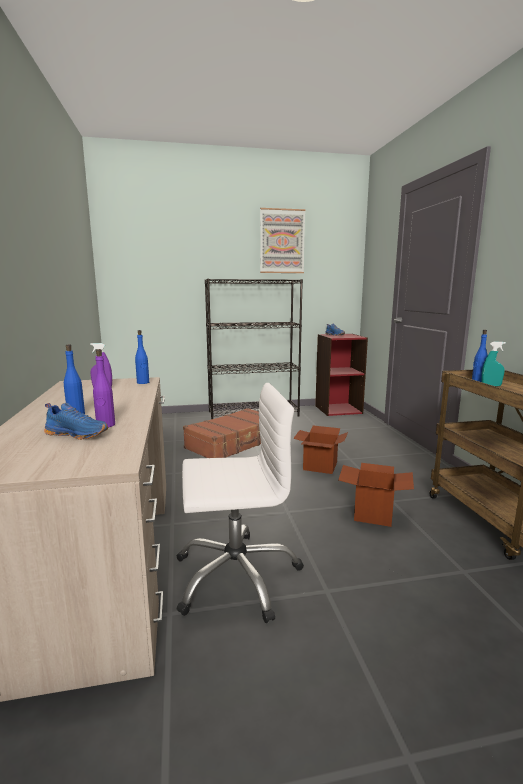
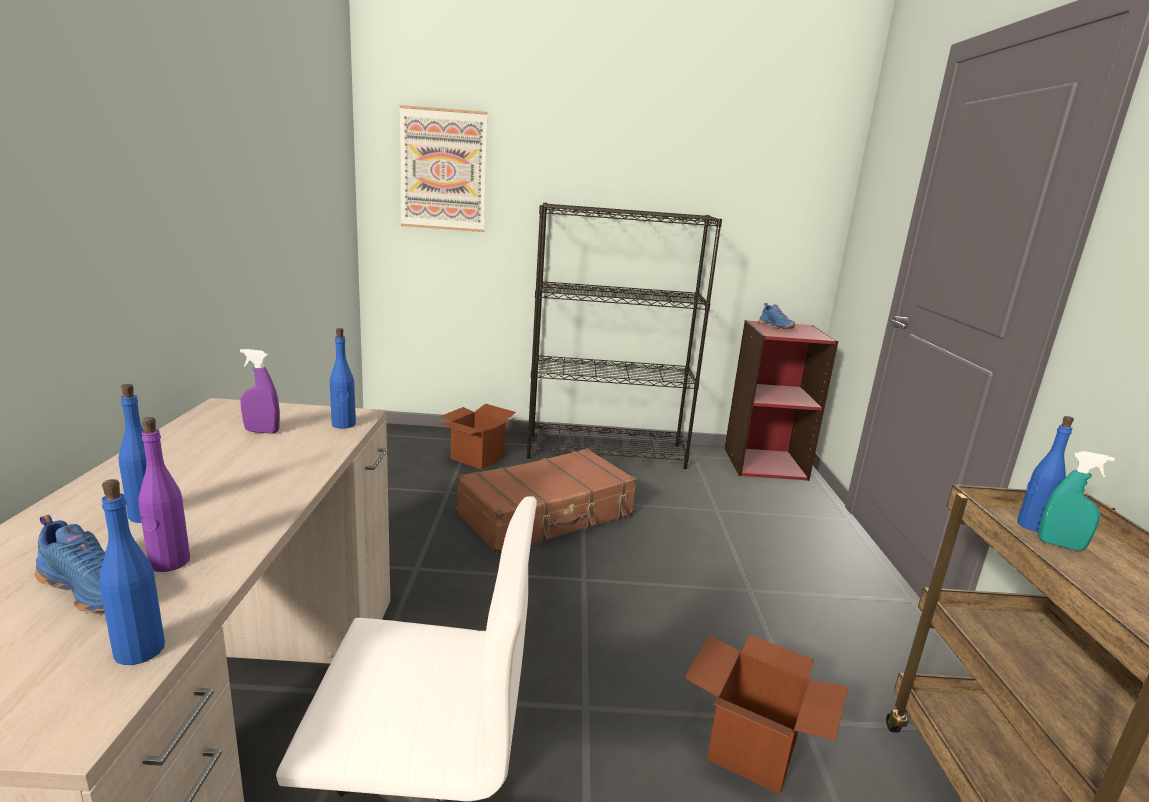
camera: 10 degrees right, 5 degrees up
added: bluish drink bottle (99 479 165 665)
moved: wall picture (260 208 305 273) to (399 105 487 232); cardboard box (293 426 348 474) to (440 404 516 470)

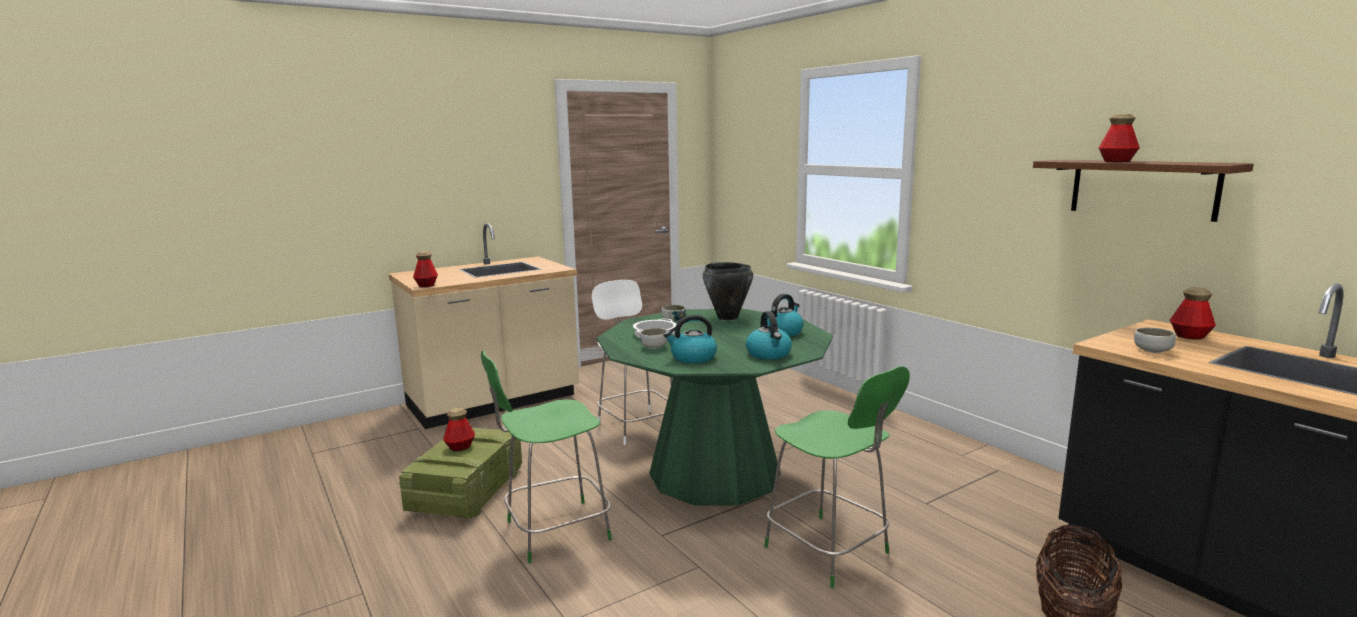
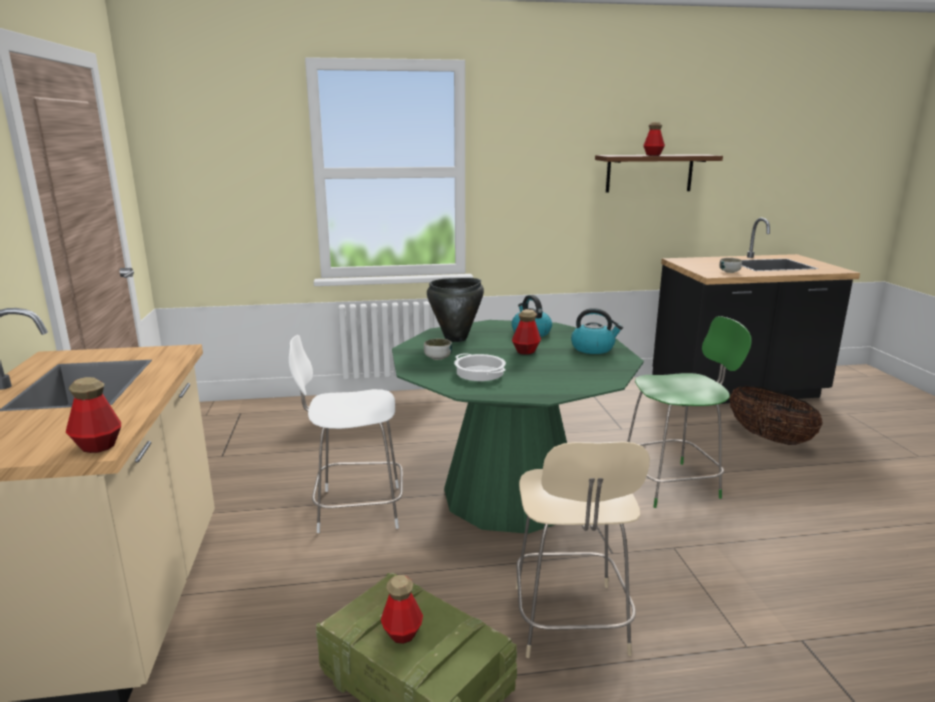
camera: 65 degrees left, 5 degrees up
removed: deep dish (640 328 668 349); water kettle (664 315 717 363)
moved: drink bottle (1170 288 1216 339) to (512 309 541 355)
recoloured: green plain chair (481 350 612 563) to sand-coloured plain chair (516 441 650 658)

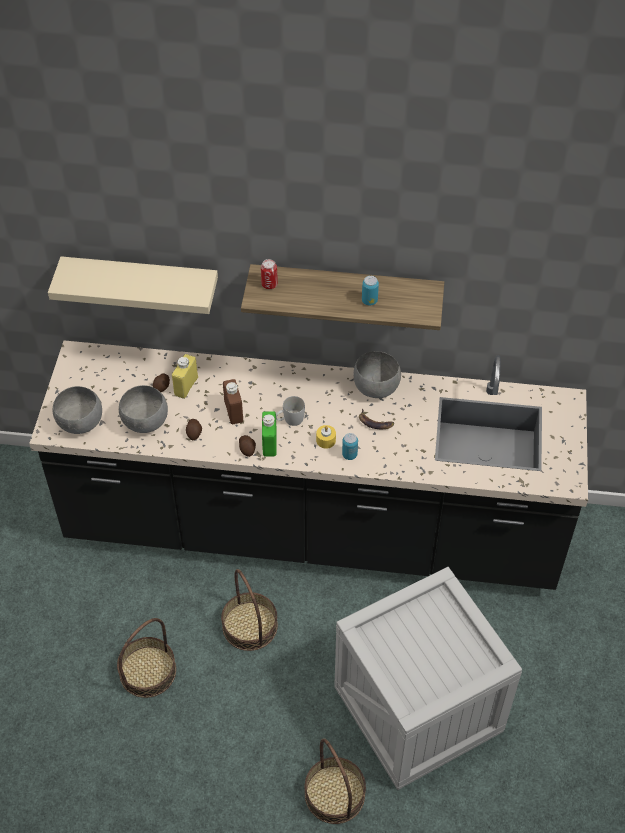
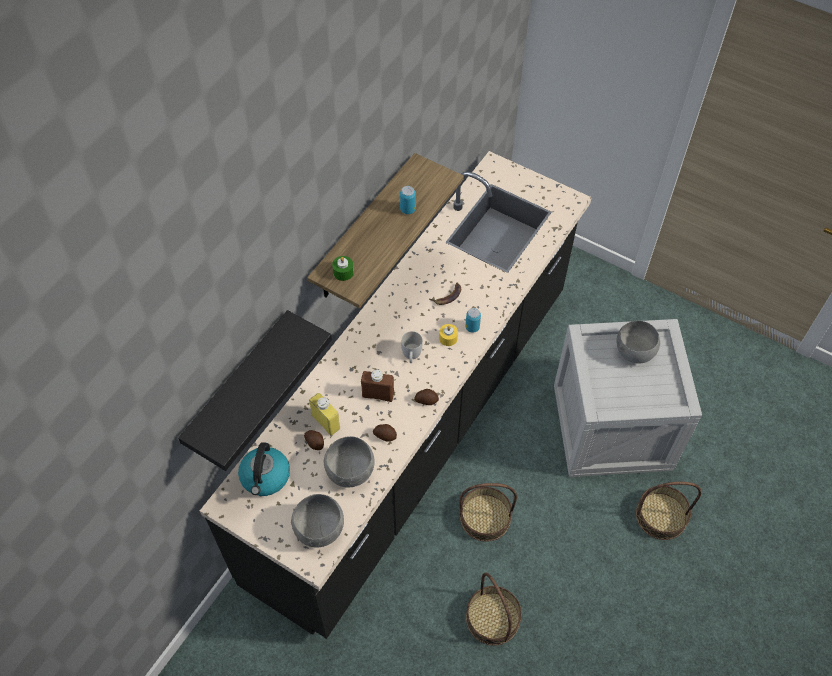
camera: 65 degrees left, 5 degrees up
removed: green drink bottle (262 411 277 457)
added: water kettle (238 442 290 496)
moved: gray deep dish (354 351 401 398) to (617 321 660 364)
replaced: metal can (261 259 278 289) to green wax candle (332 256 354 281)
recoloured: sand-coloured bracket shelf (48 256 218 314) to black-coloured bracket shelf (178 310 332 471)

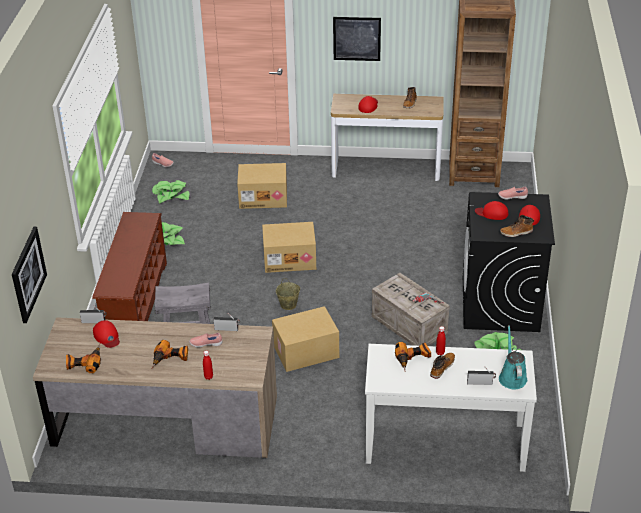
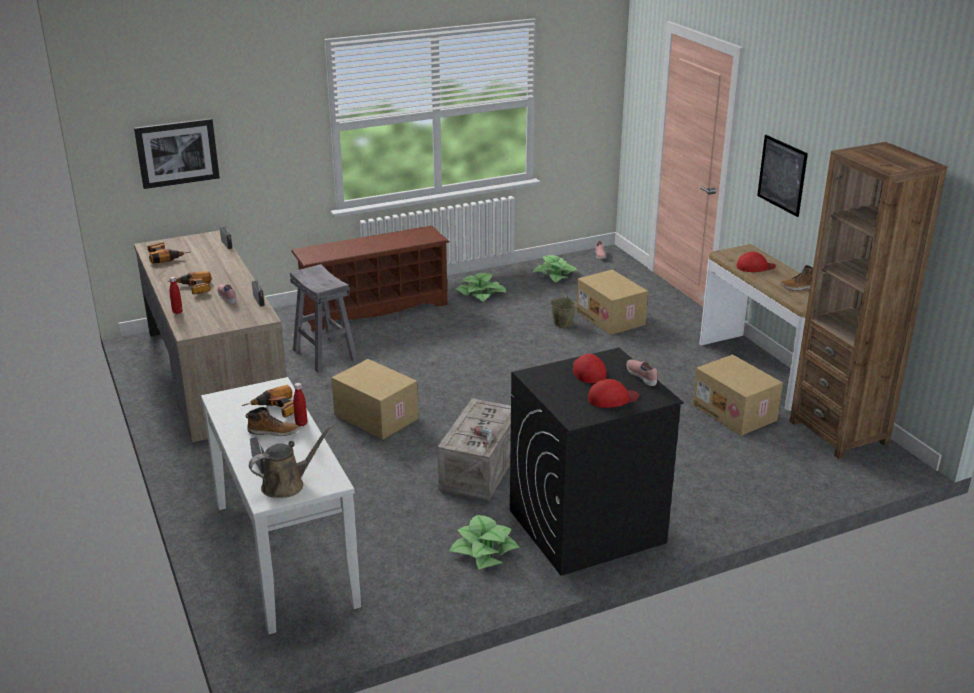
camera: 60 degrees right, 10 degrees down
removed: reddish cap (93 320 120 348); high-top boot (500 215 534 237)
moved: cardboard box (262 222 316 273) to (692 354 783 436); sand-coloured water bucket (276 279 300 310) to (550 289 577 328)
recoloured: turquoise watering pot (499 325 527 390) to brown watering pot (249 425 333 498)

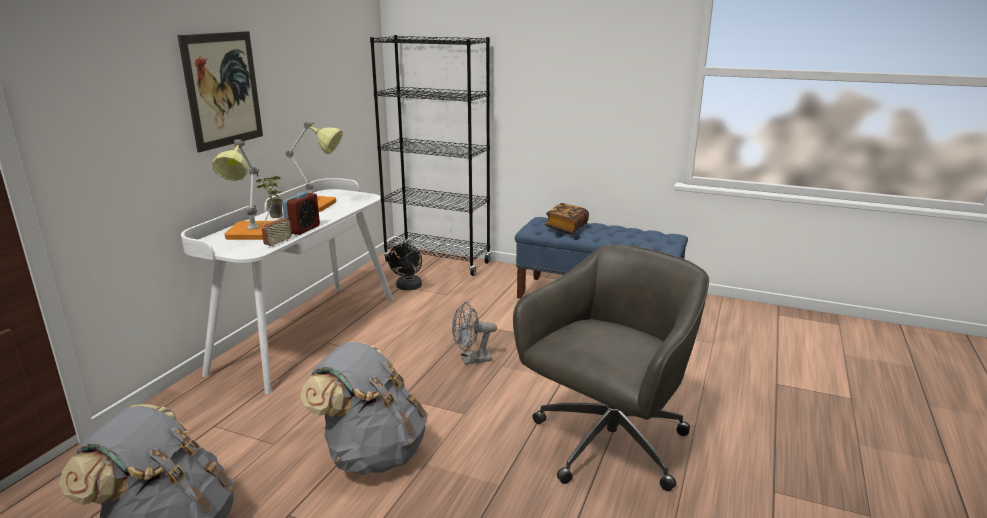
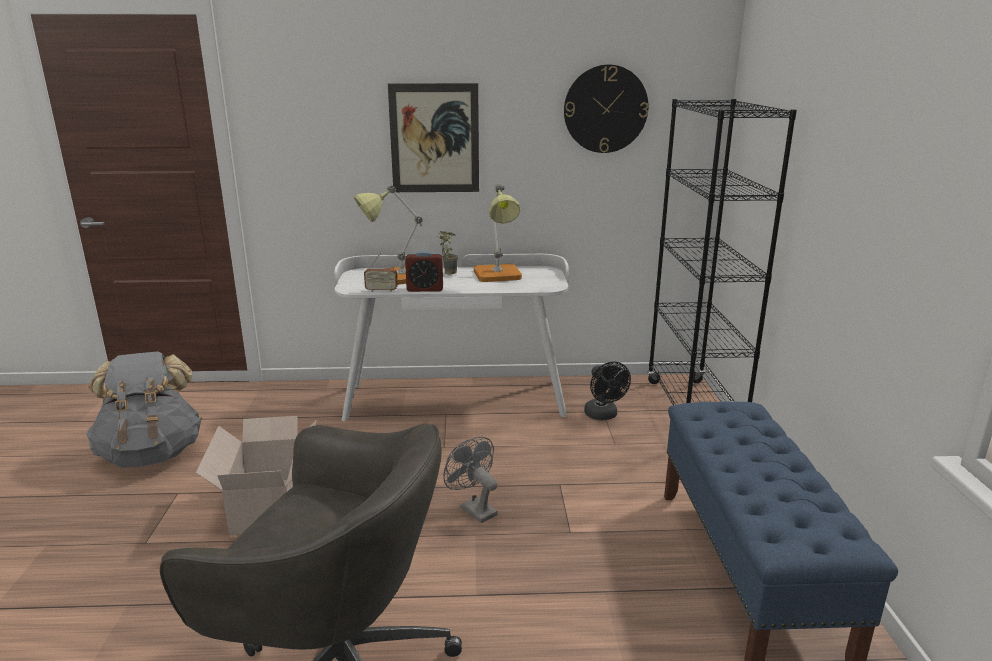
camera: 65 degrees right, 0 degrees up
removed: book (545 203 589 234)
added: clock on the wall (564 65 648 153)
replaced: gray rucksack (300 341 428 475) to cardboard box (196 416 316 535)
turned: black-coloured cooling fan (388 244 422 290) = (584 362 631 420) 90 degrees counterclockwise

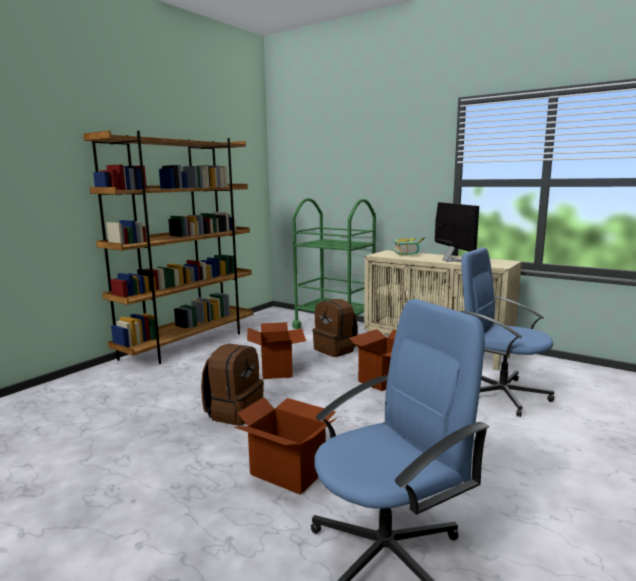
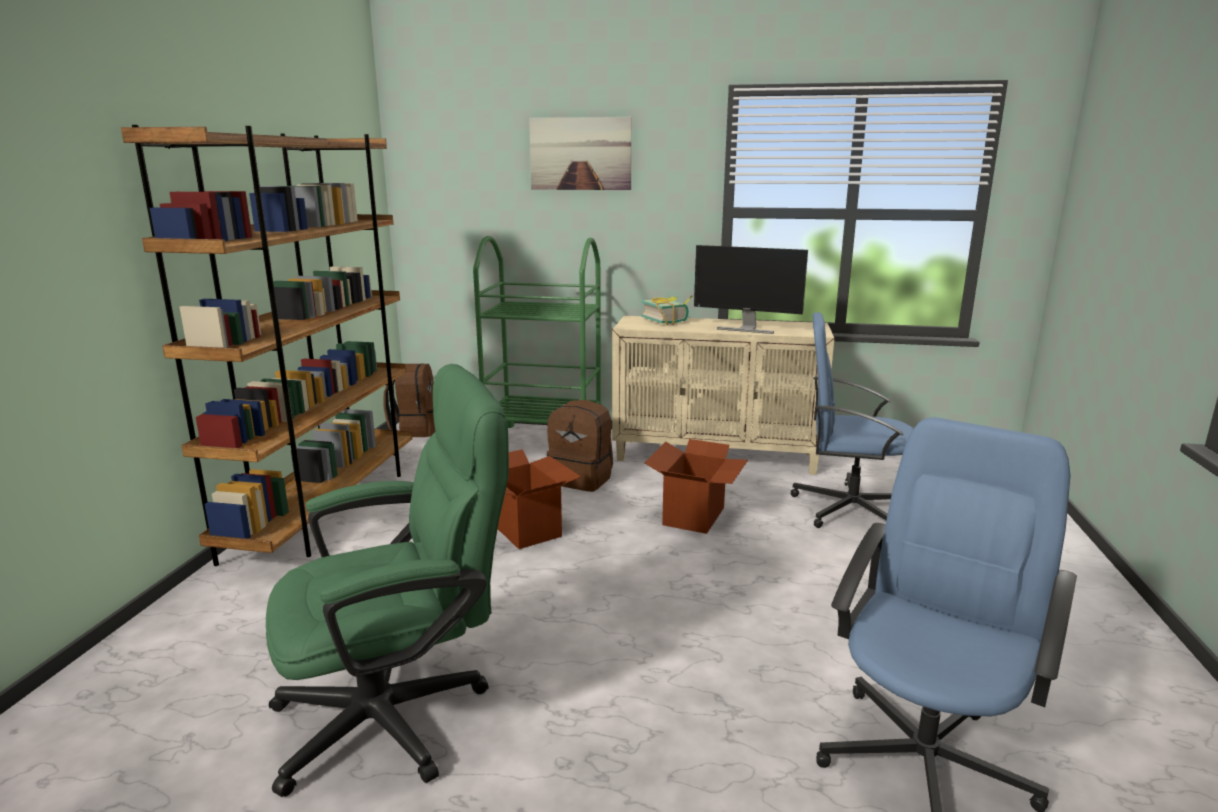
camera: 25 degrees left, 5 degrees up
removed: cardboard box (234 397 337 495)
added: green office chair (266 364 509 797); wall picture (529 117 632 190)
moved: brown rucksack (201 344 264 426) to (383 363 435 437)
turned: monitor (435 202 479 262) = (694 245 808 334) 150 degrees clockwise

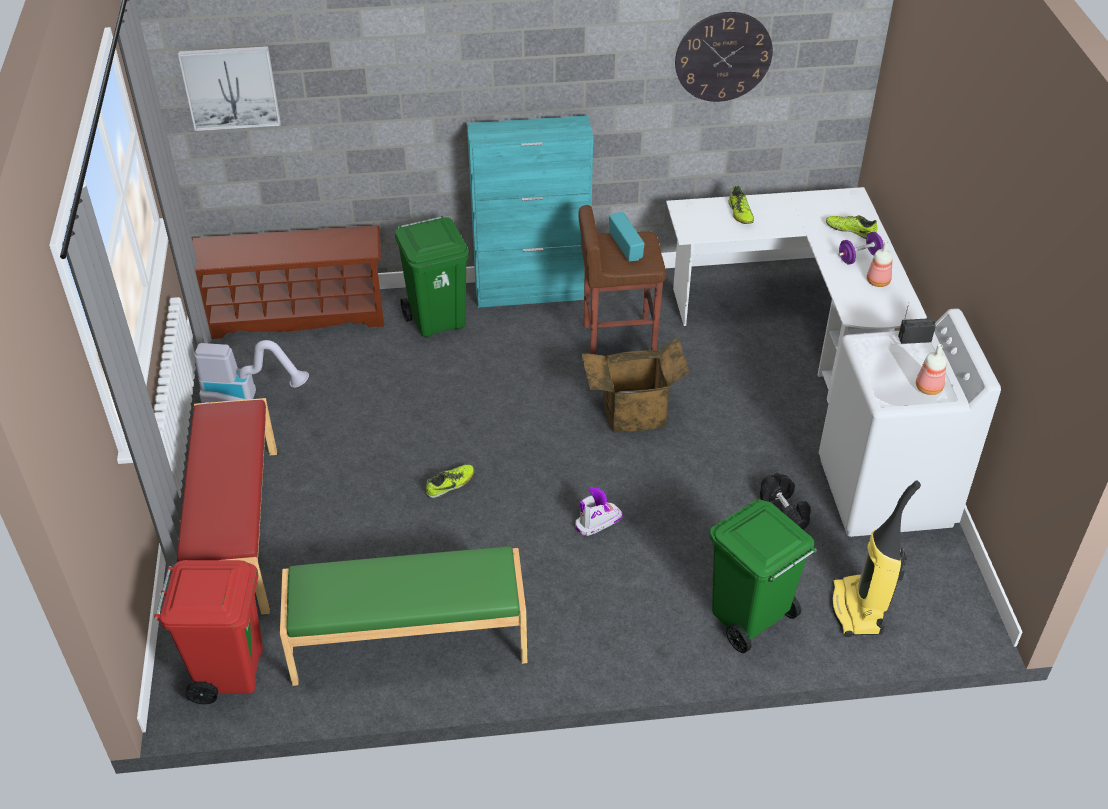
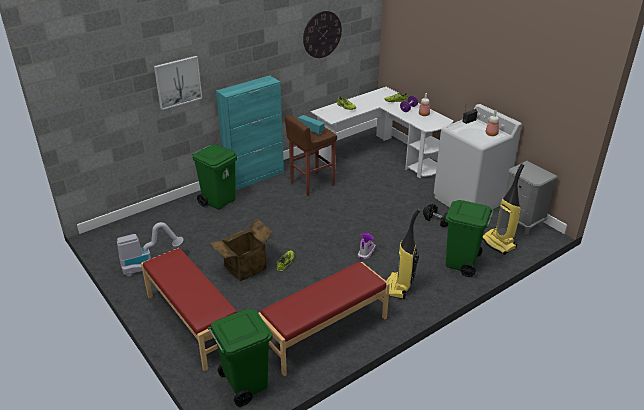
camera: 30 degrees left, 10 degrees down
removed: brown shoe rack (192 225 384 339)
added: vacuum (386 208 421 299); gray night table (505 161 558 234)
moved: wall picture (178 46 281 131) to (154 56 202 110); cardboard box (581 337 690 432) to (209 218 274 281)
recoloured: reddish waste bin (154 560 263 704) to green waste bin (208 309 272 406); green long seat (280 546 527 686) to reddish long seat (258 262 390 376)

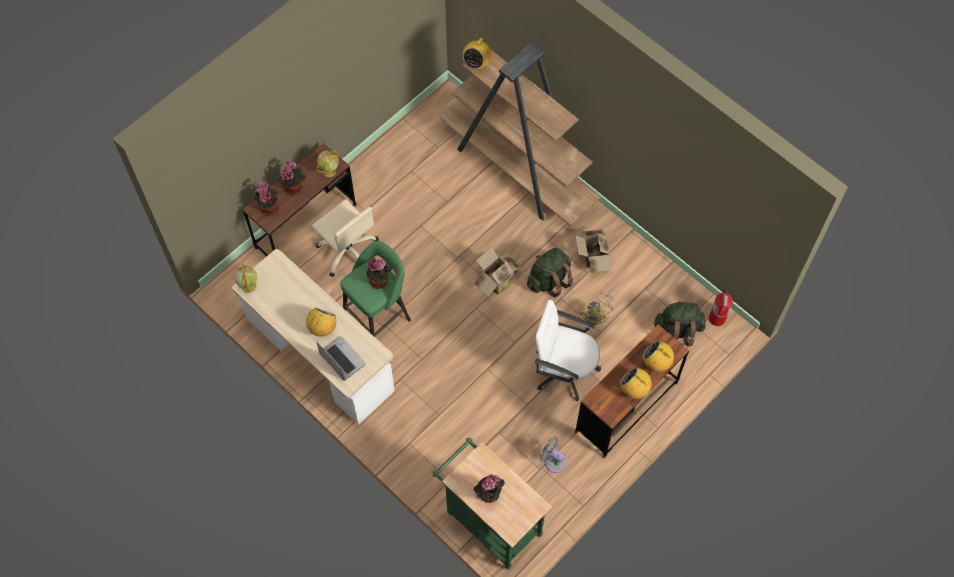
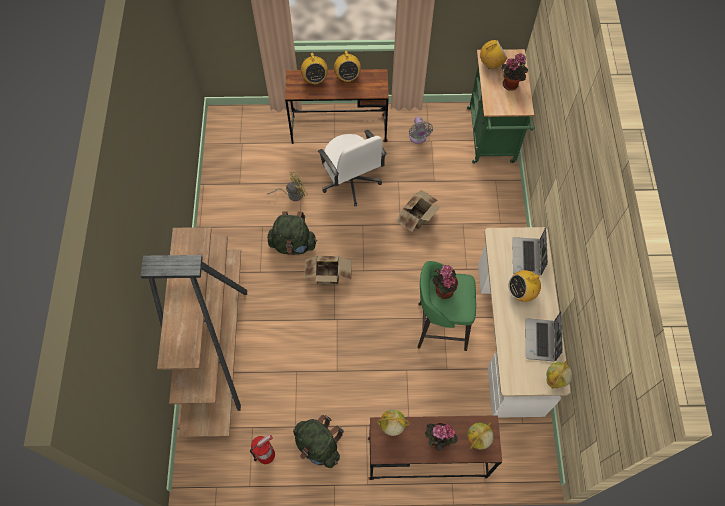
camera: 135 degrees left, 0 degrees up
removed: sand-coloured office chair (312 199 379 277)
added: notebook computer (525 311 563 361)
moved: radio set (463 34 492 70) to (480 40 507 69); cardboard box (575 229 611 273) to (396 190 441 232); green rucksack (653 301 706 346) to (293 415 344 468); fire-fighting cylinder (709 289 733 326) to (250 434 275 464)
replaced: plant in a pot (254 182 278 216) to world globe (467 422 494 450)

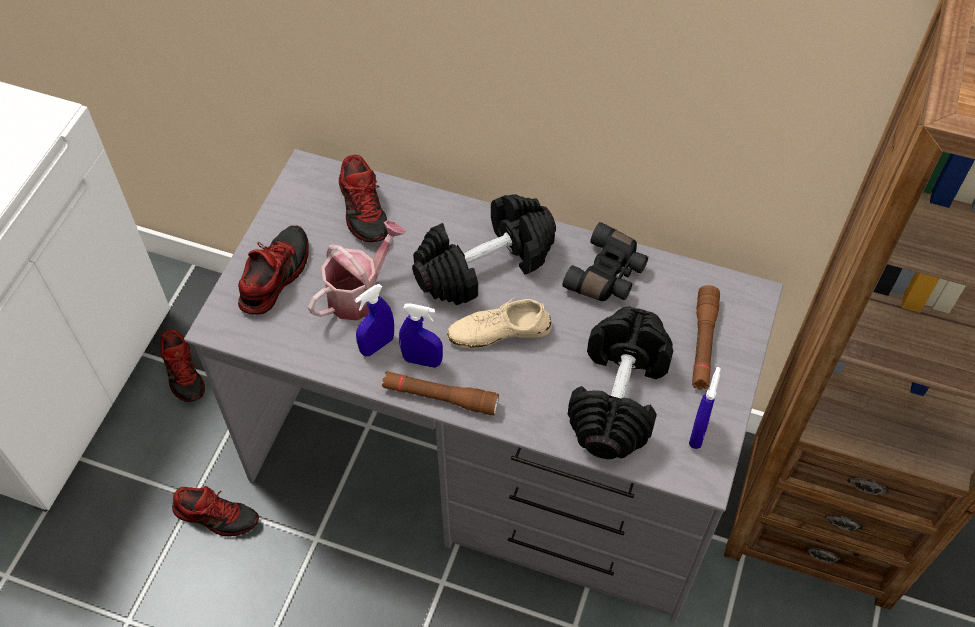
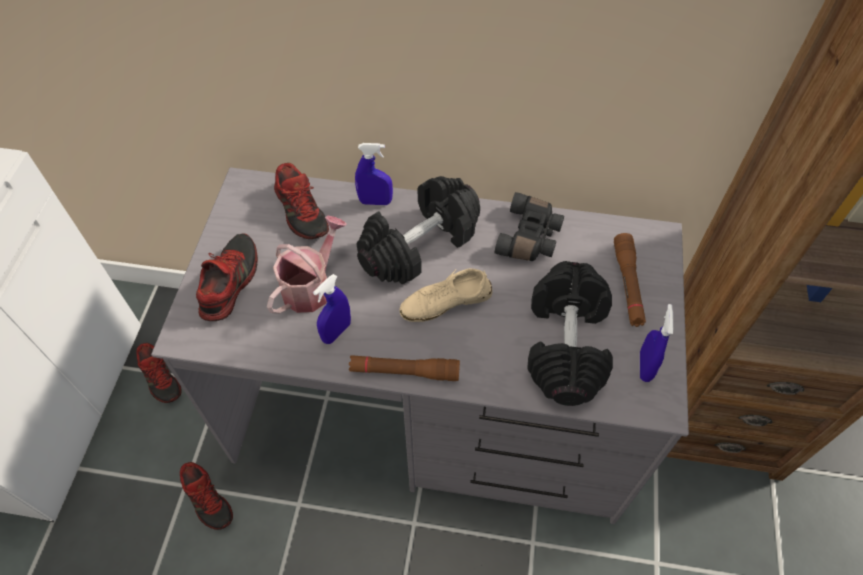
camera: 10 degrees left, 0 degrees up
moved: bluish spray bottle (399 303 443 368) to (355 143 393 205)
turned: low shoe (172 486 259 537) = (180 462 233 530) 45 degrees clockwise

